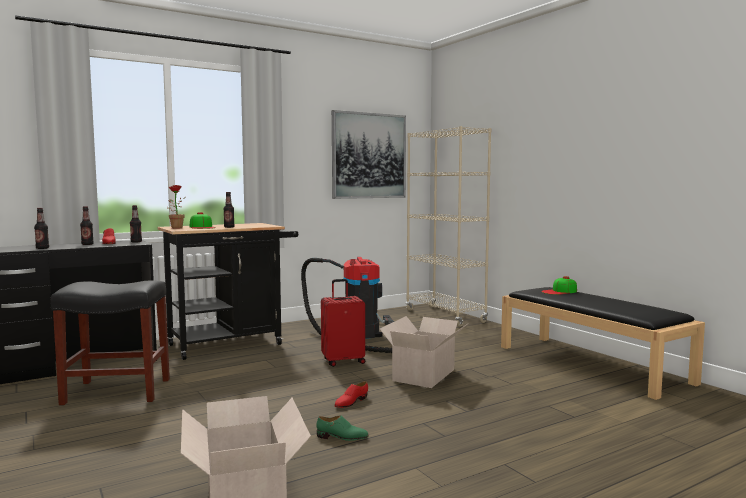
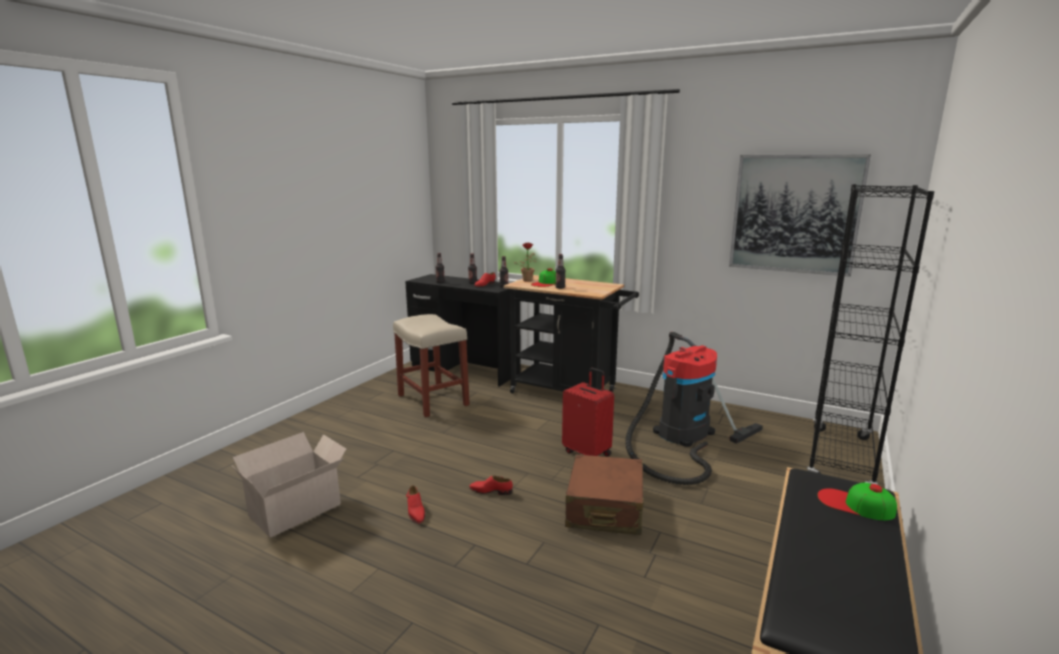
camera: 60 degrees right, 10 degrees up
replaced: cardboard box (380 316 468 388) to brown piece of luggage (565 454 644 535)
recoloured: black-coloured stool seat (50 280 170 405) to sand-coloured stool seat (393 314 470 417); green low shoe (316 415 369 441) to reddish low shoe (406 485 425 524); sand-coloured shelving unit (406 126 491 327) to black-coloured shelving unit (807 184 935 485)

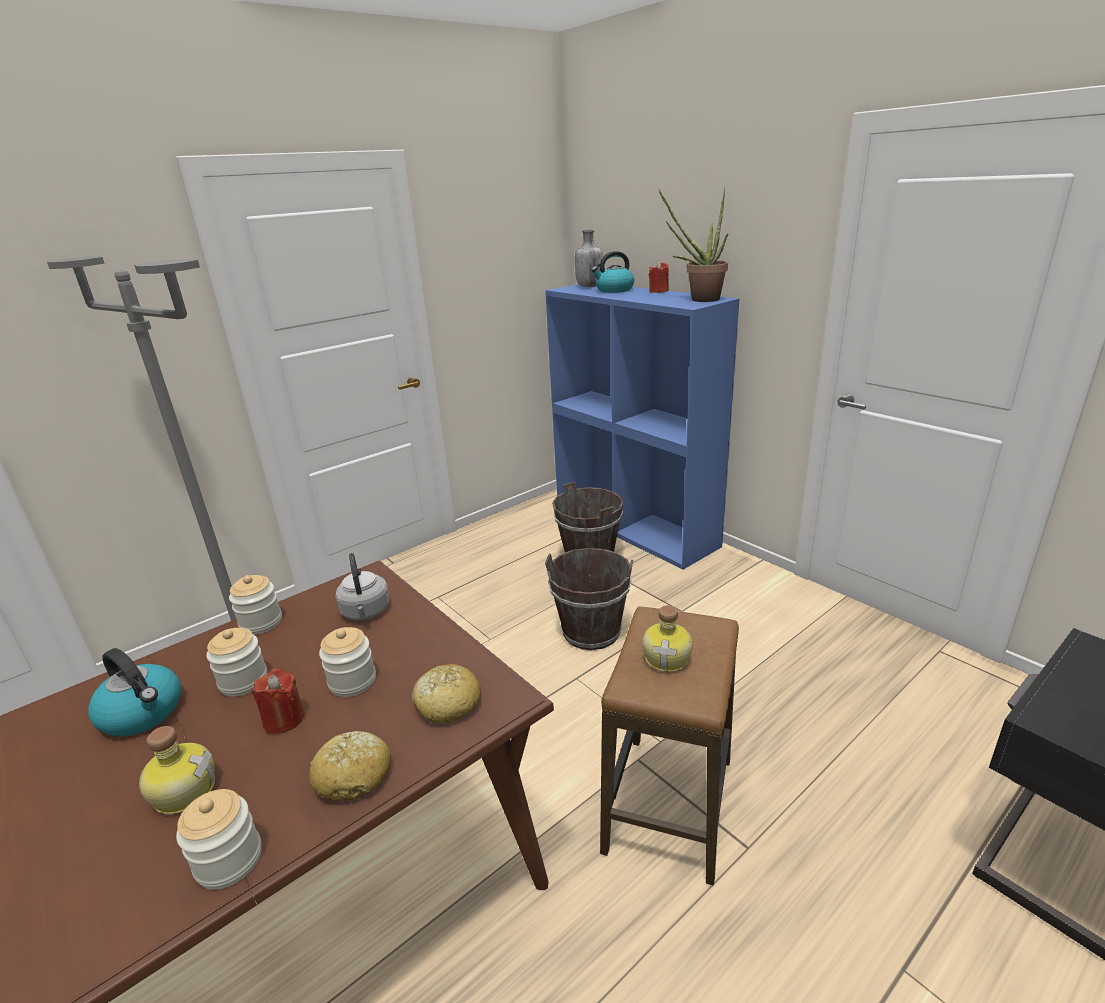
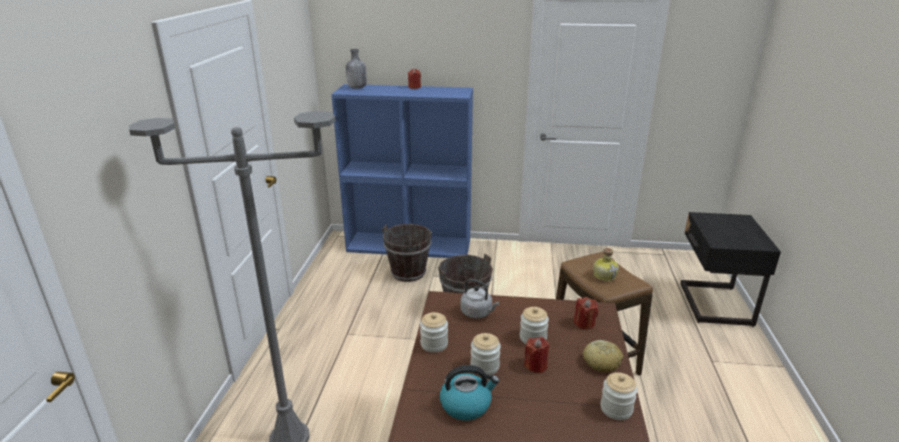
camera: 45 degrees left, 0 degrees up
removed: drink bottle (139 726 215 815); water kettle (591 251 634 293); plant in a pot (658 187 728 302)
replaced: bakery bread (412 664 482 723) to reddish wax candle (574 297 598 330)

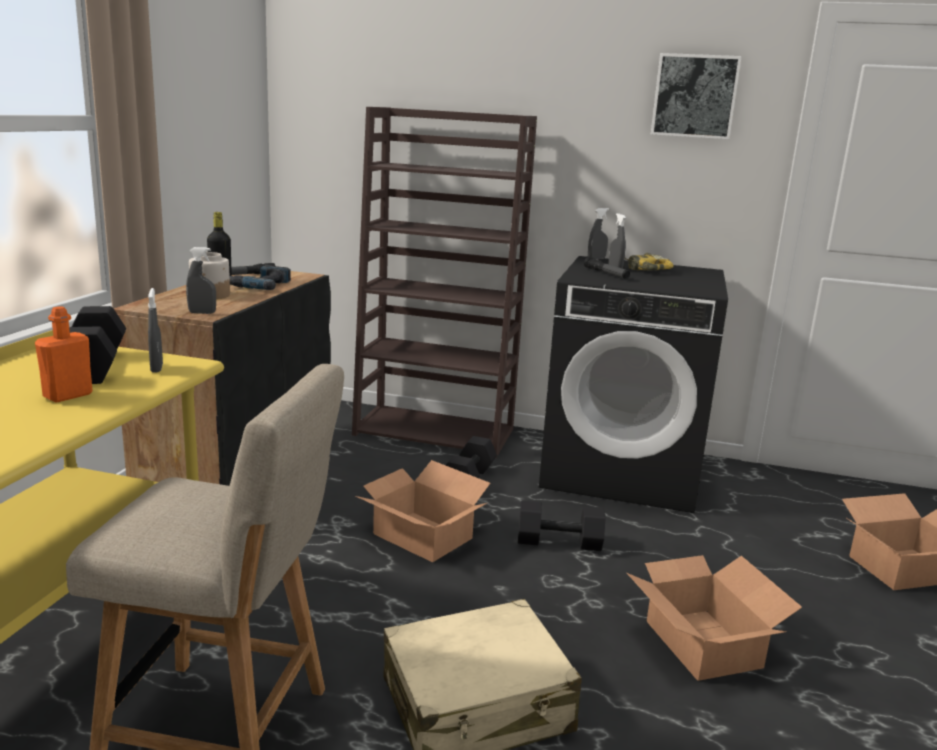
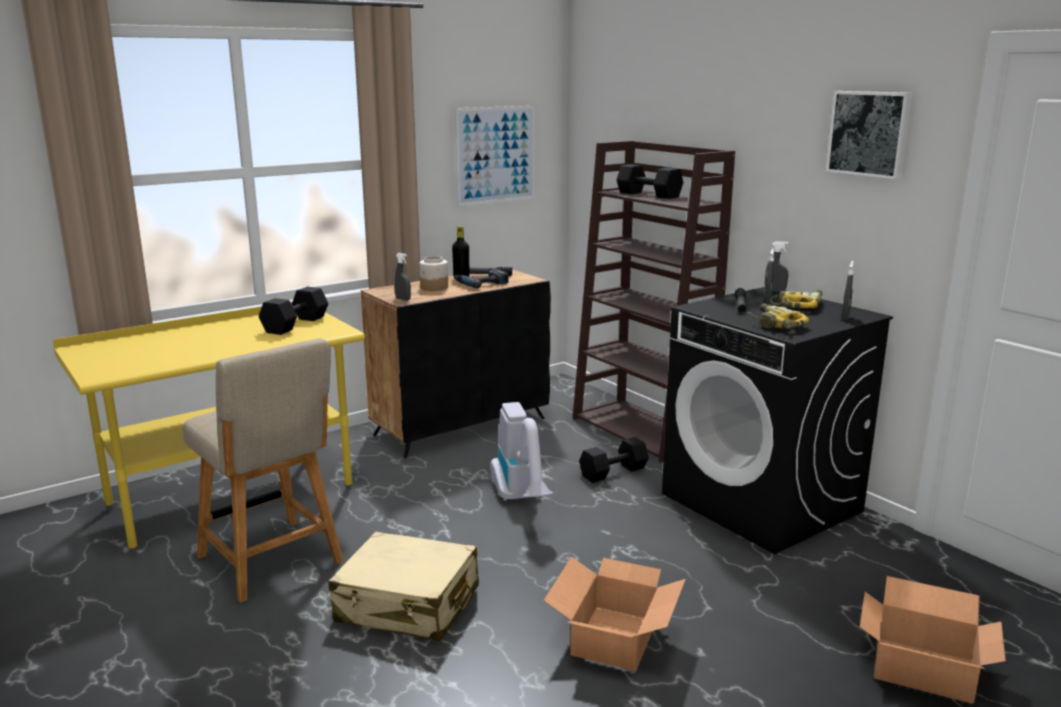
camera: 40 degrees right, 0 degrees up
removed: orange drink bottle (35 306 93 402)
added: wall picture (455 106 535 207); electric drill (747 303 809 329)
moved: gray spray bottle (148 288 163 373) to (841 261 854 320); black-coloured free weight (518 501 605 551) to (617 164 683 199)
replaced: cardboard box (356 460 490 562) to vacuum (491 402 553 501)

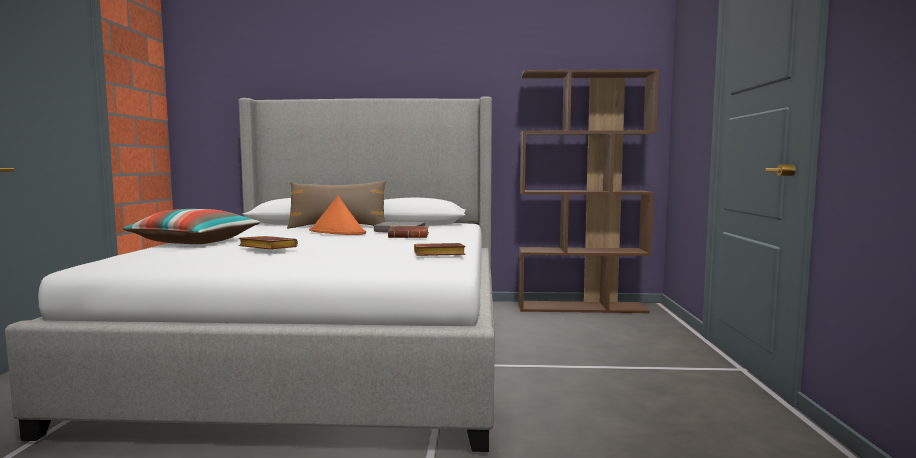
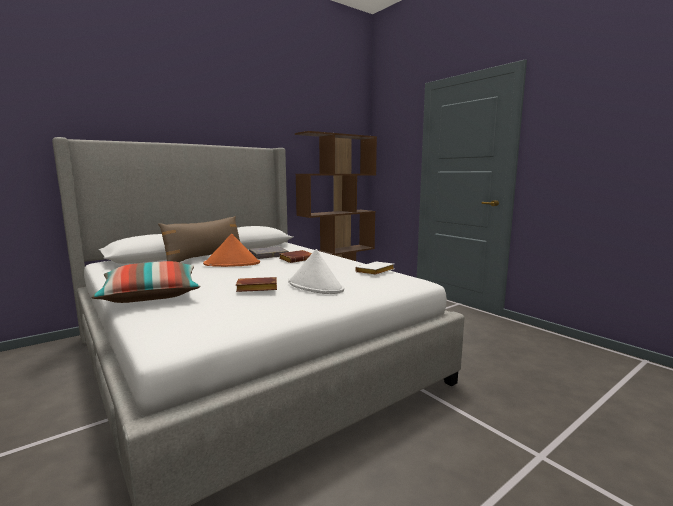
camera: 40 degrees left, 5 degrees up
added: white hat (288 249 344 294)
recoloured: brown book (414 243 465 256) to white book (355 262 394 275)

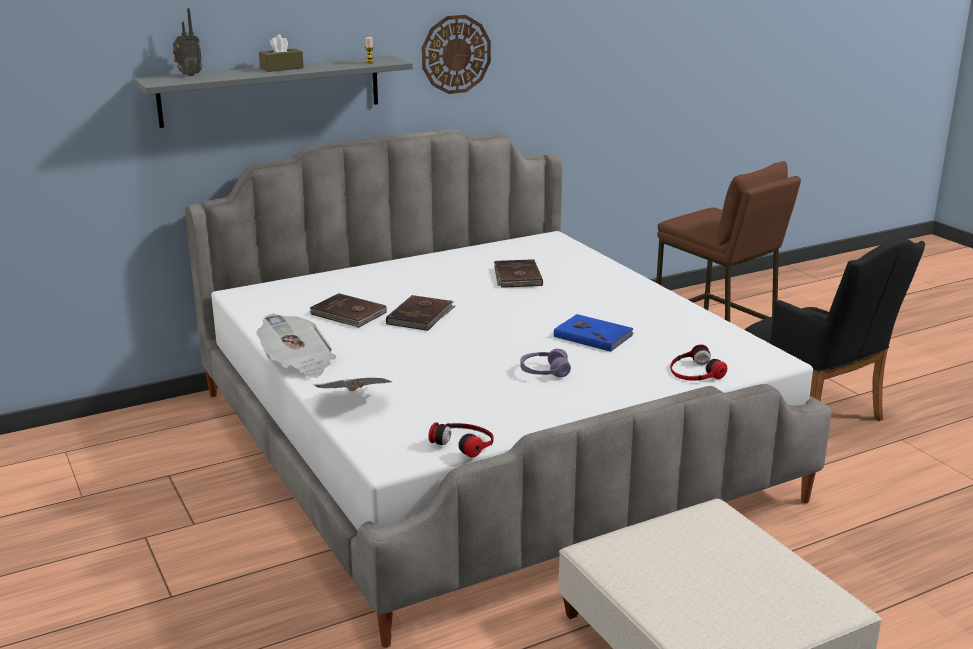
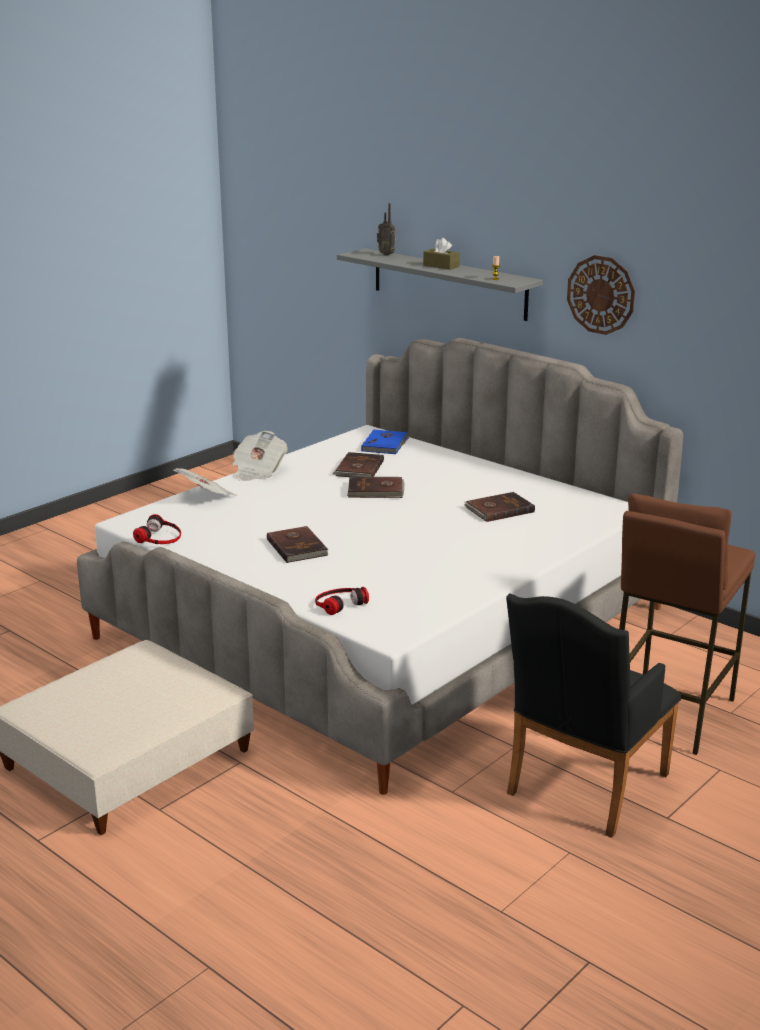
camera: 70 degrees right, 0 degrees up
moved: bluish book (554 314 634 352) to (361 430 410 454)
replaced: purple-coloured headphones (520 349 571 377) to brown book (267 526 328 563)

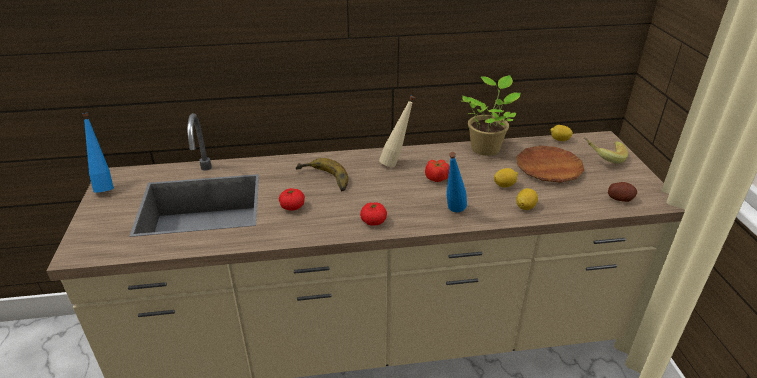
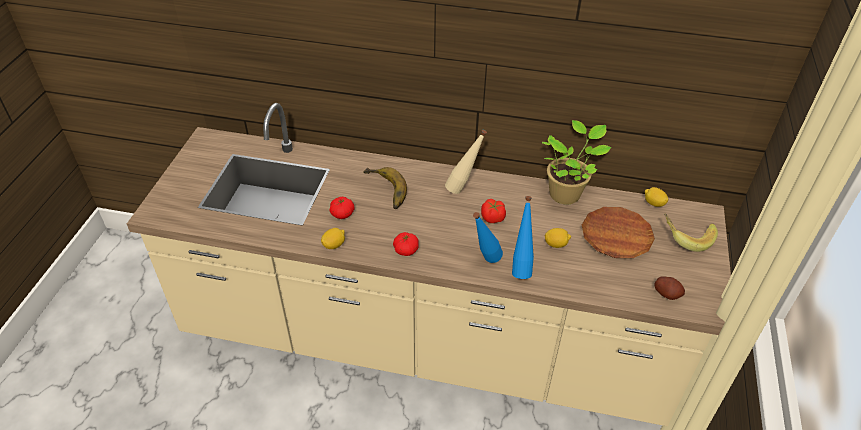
camera: 20 degrees right, 10 degrees up
moved: bluish drink bottle (82 113 114 193) to (512 196 534 279); lemon (516 188 538 210) to (321 228 345 249)

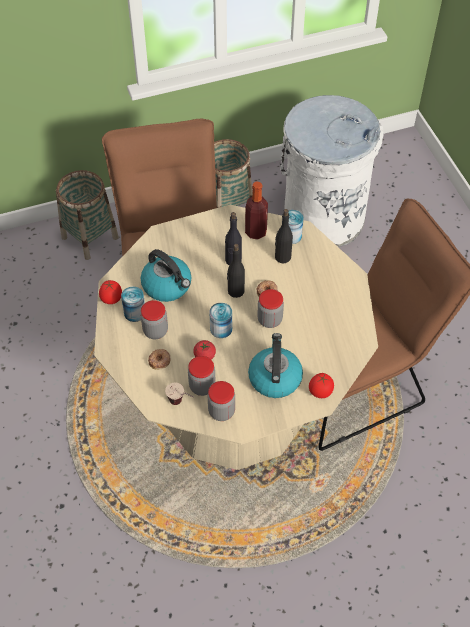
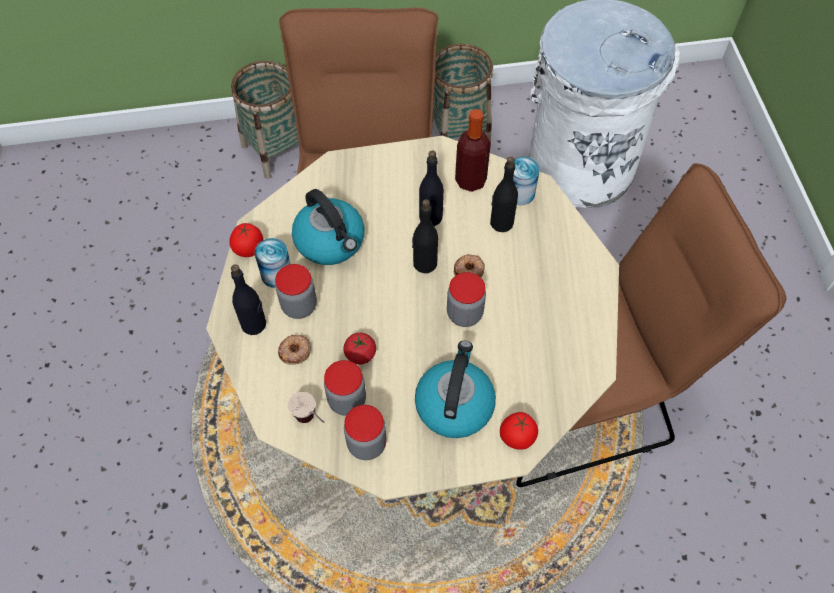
camera: 10 degrees right, 5 degrees up
removed: metal can (210 303 232 338)
added: black-coloured drink bottle (231 264 266 335)

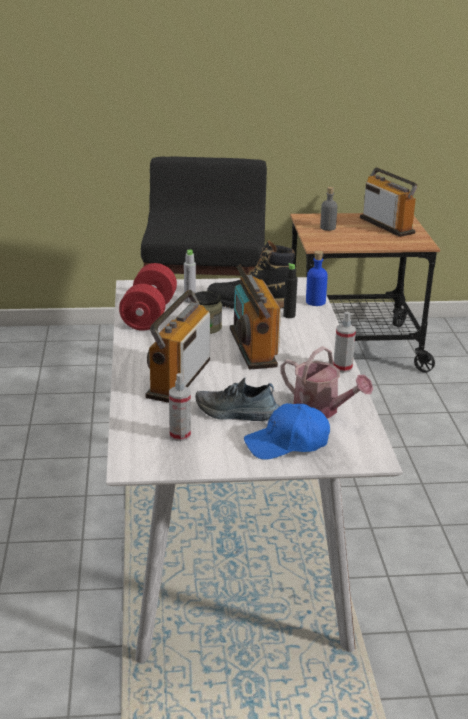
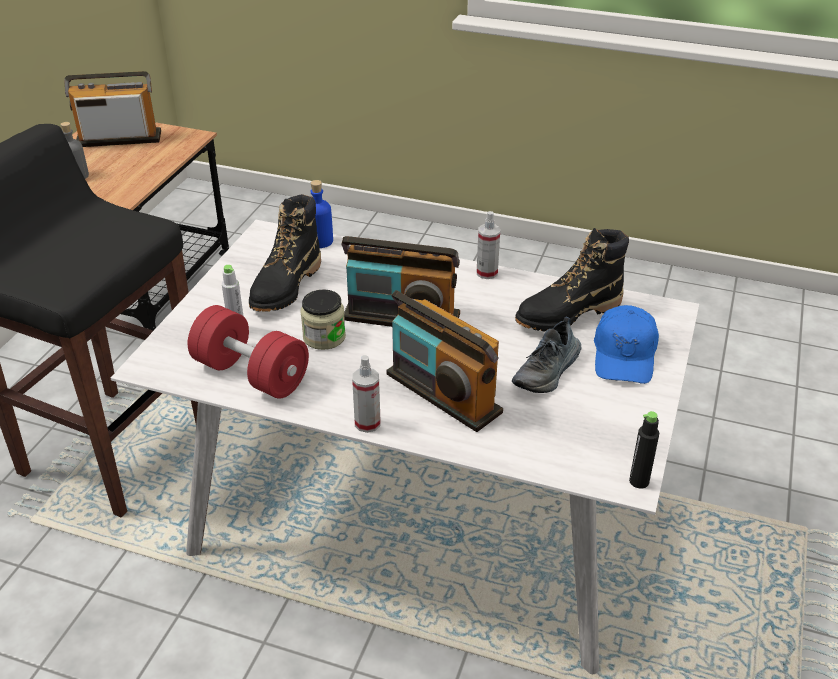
camera: 65 degrees left, 10 degrees up
moved: spray bottle (169 373 191 441) to (352 355 380 433); black-coloured drink bottle (283 263 298 318) to (629 411 659 488)
replaced: watering pot (280 346 373 418) to black-coloured high-top boot (515 228 629 331)

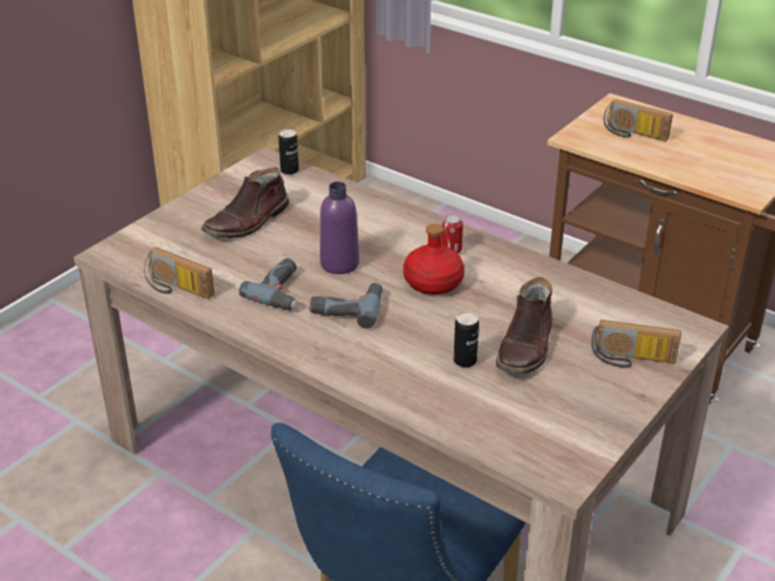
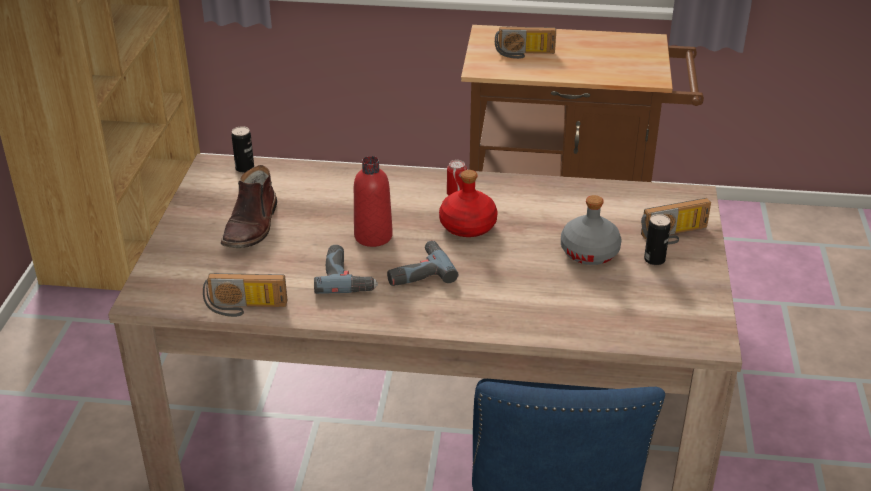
camera: 30 degrees left, 0 degrees up
moved: metal can (454 312 479 367) to (644 214 671 265)
replaced: brown high-top boot (496 277 552 374) to gray drink bottle (561 195 621 265)
recoloured: purple-coloured drink bottle (320 182 359 274) to reddish drink bottle (354 156 393 247)

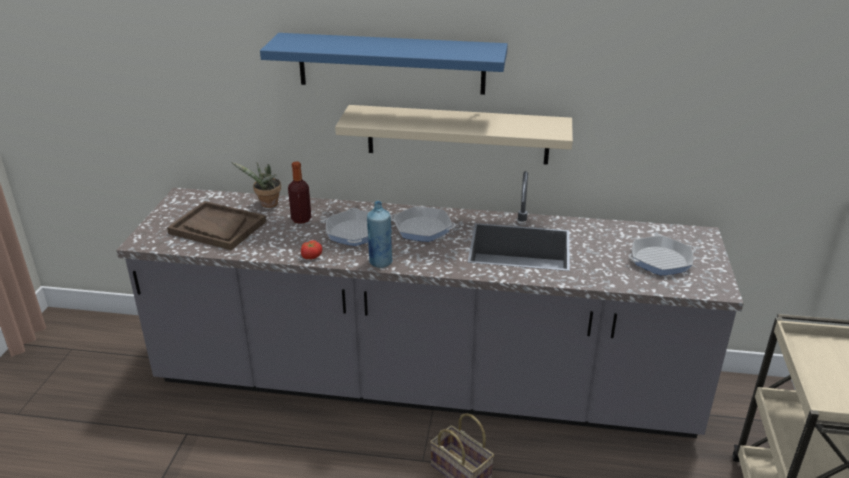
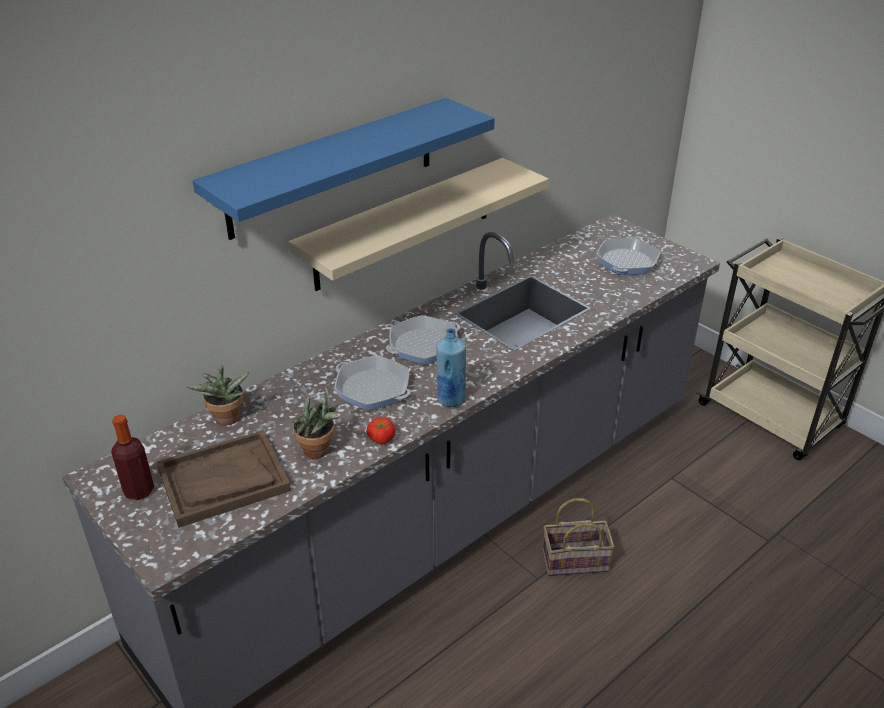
camera: 50 degrees left, 5 degrees up
added: plant in a pot (292 385 339 459)
moved: drink bottle (288 161 312 224) to (111 415 154 500)

